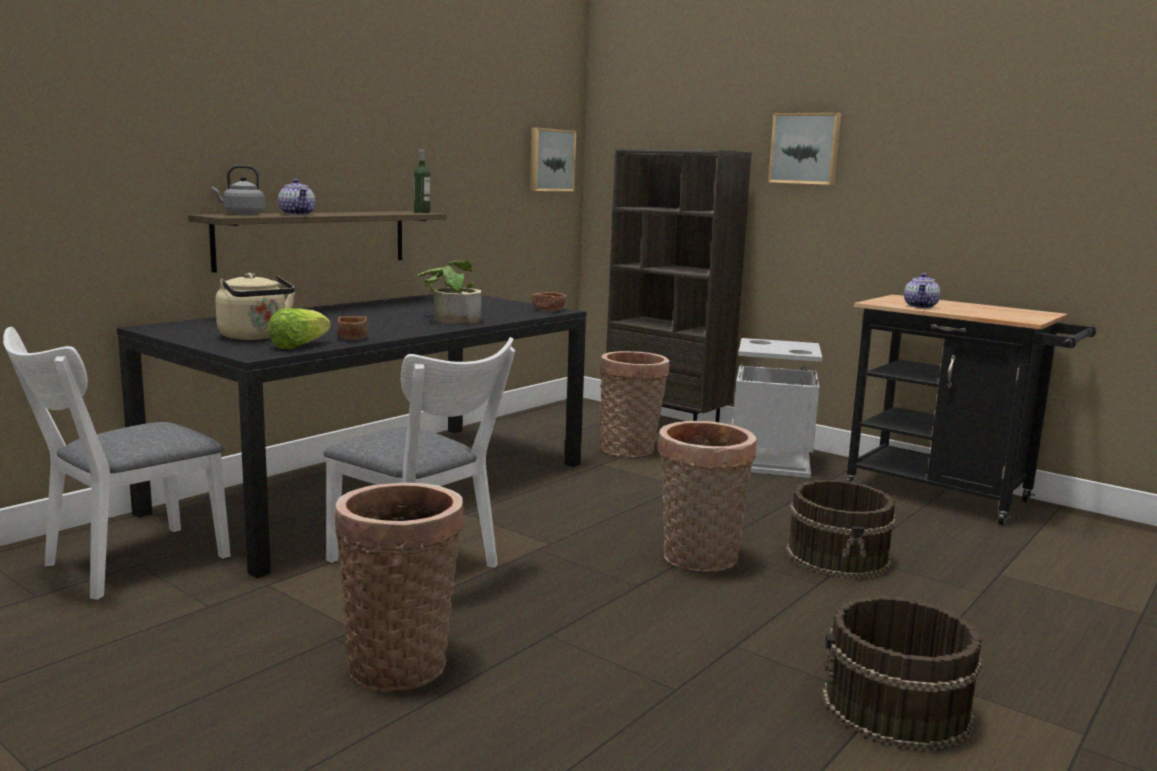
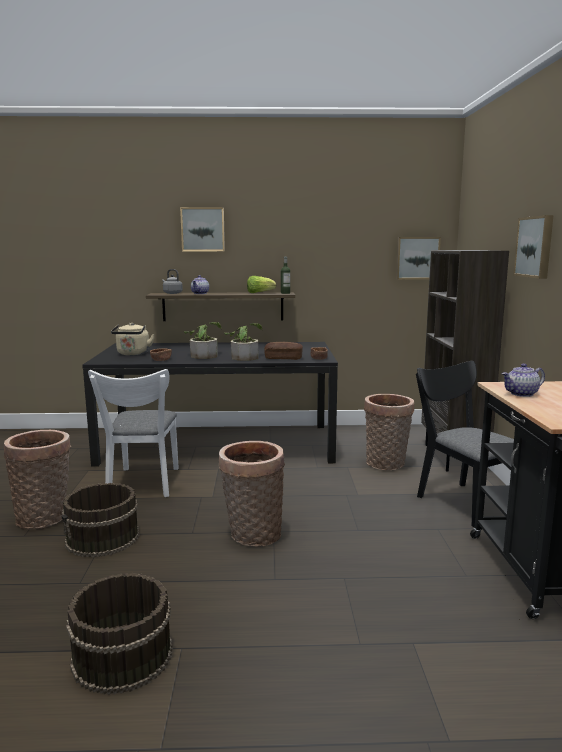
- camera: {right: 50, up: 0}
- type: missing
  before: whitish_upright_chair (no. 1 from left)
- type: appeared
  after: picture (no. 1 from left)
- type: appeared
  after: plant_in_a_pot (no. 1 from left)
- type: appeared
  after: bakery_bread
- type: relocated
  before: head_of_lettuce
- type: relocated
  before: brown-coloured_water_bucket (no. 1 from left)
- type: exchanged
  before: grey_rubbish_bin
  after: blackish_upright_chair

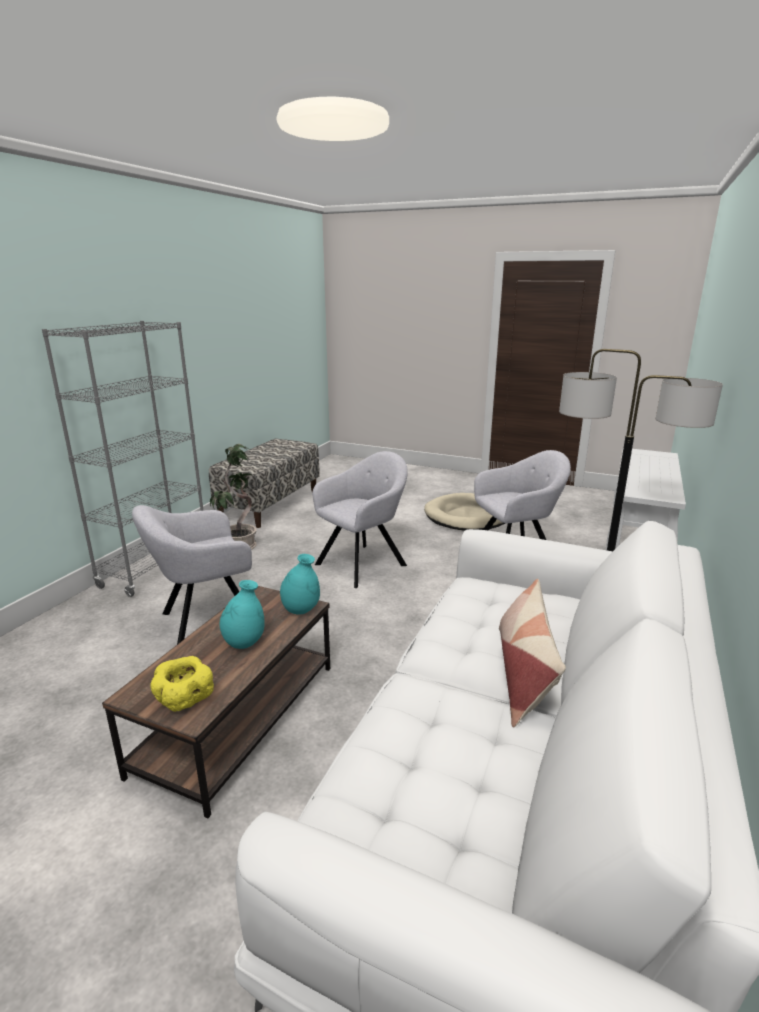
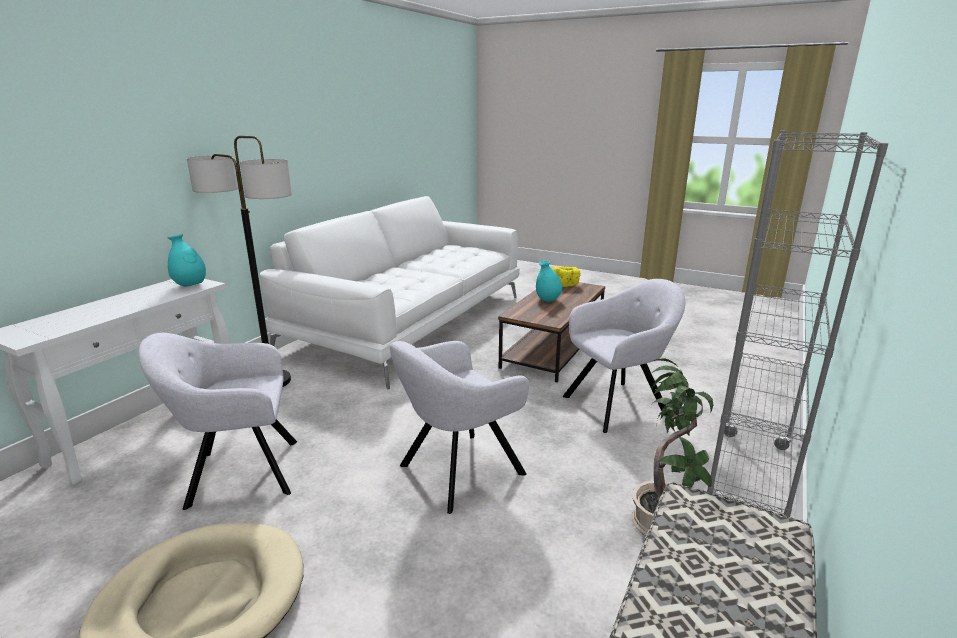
- camera: {right: -175, up: 0}
- type: missing
  before: cushion
- type: relocated
  before: turquoise_vase (no. 2 from left in the first image)
  after: turquoise_vase (no. 1 from left)

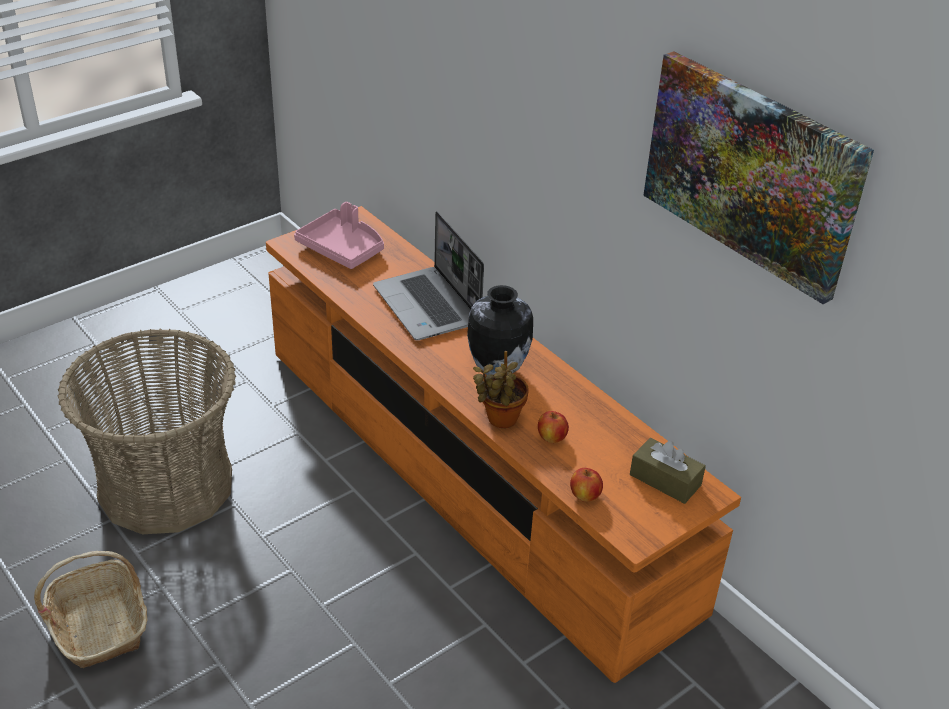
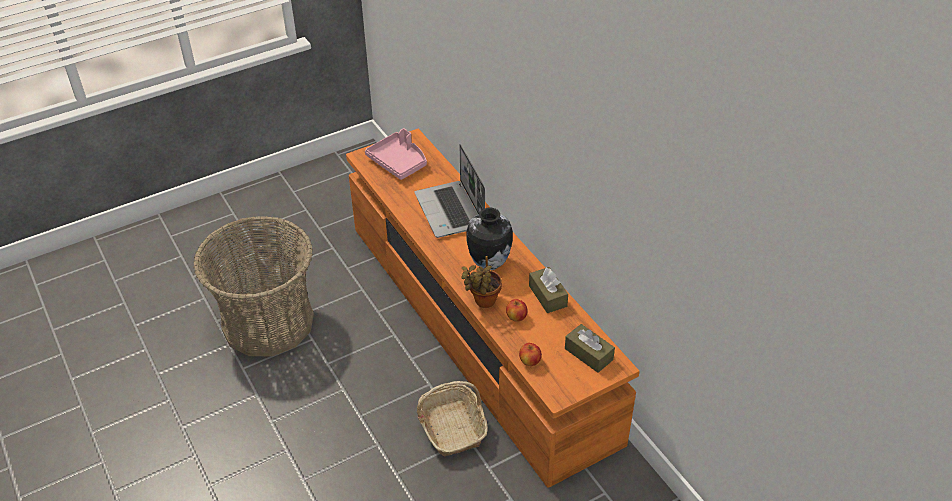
- camera: {right: 10, up: 5}
- type: missing
  before: picture
- type: appeared
  after: brown-coloured_tissue_box (no. 1 from left)
- type: relocated
  before: household_basket (no. 1 from left in the first image)
  after: household_basket (no. 2 from left)

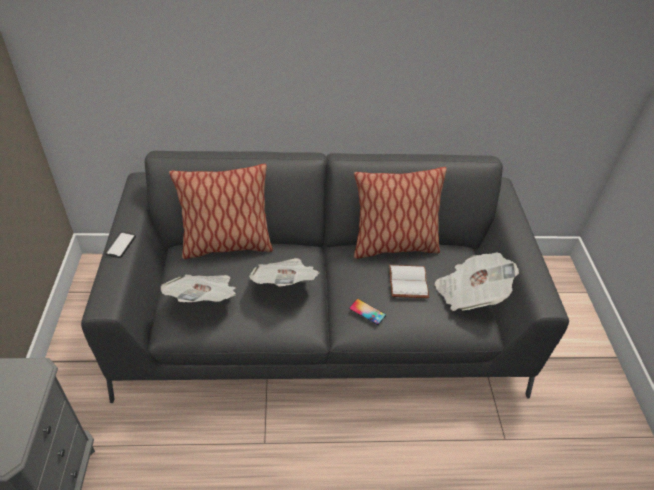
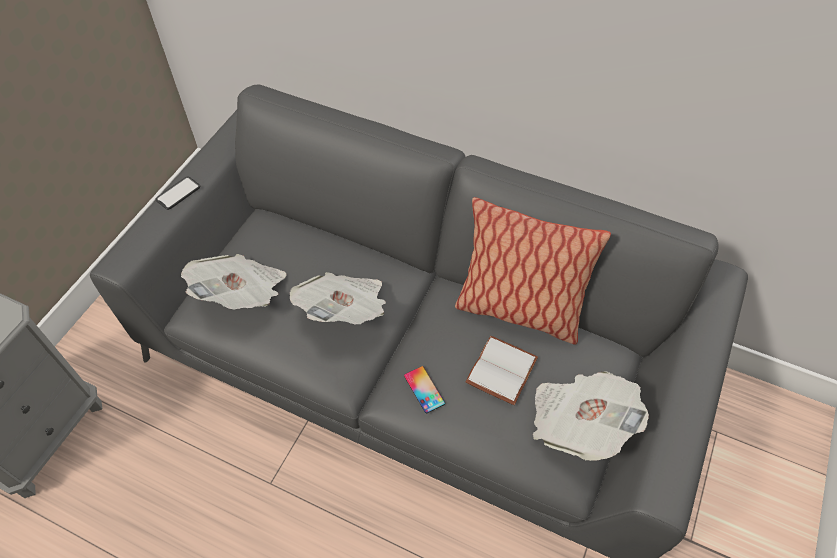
- camera: {right: 30, up: 10}
- type: missing
  before: cushion (no. 1 from left)

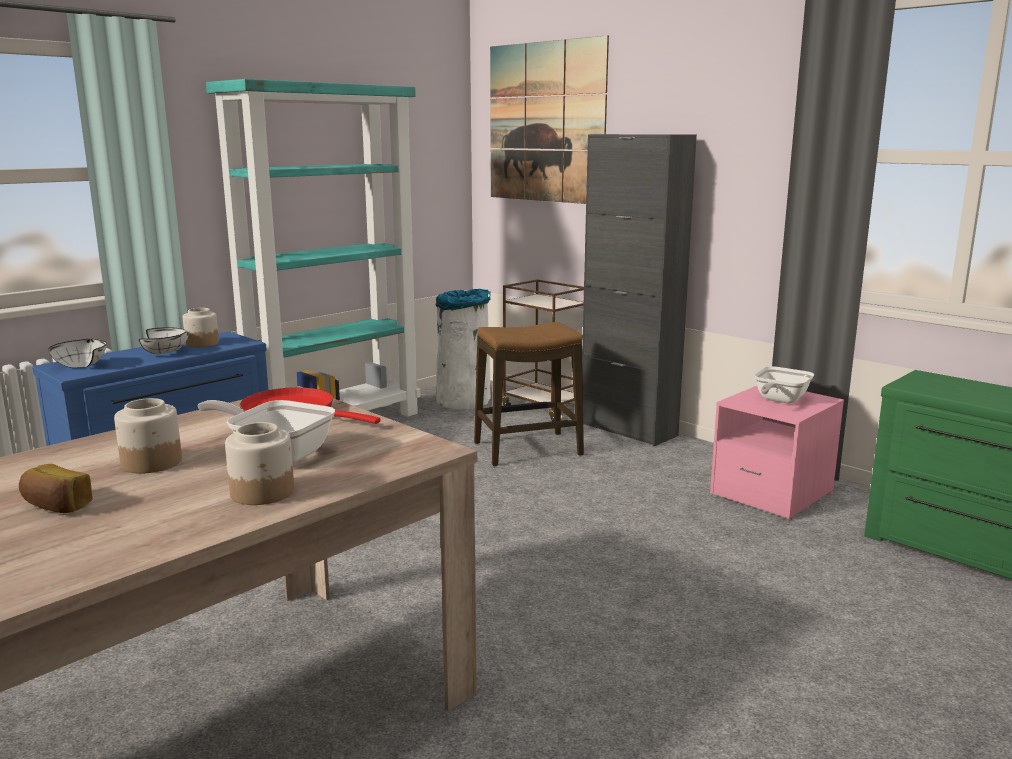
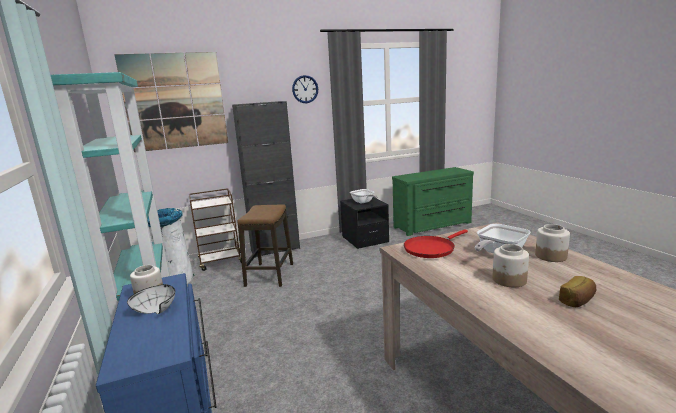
- camera: {right: -65, up: 0}
- type: missing
  before: whitish_deep_dish (no. 1 from left)
- type: appeared
  after: clock_on_the_wall
- type: colour
  before: pink_night_table
  after: blackish_night_table

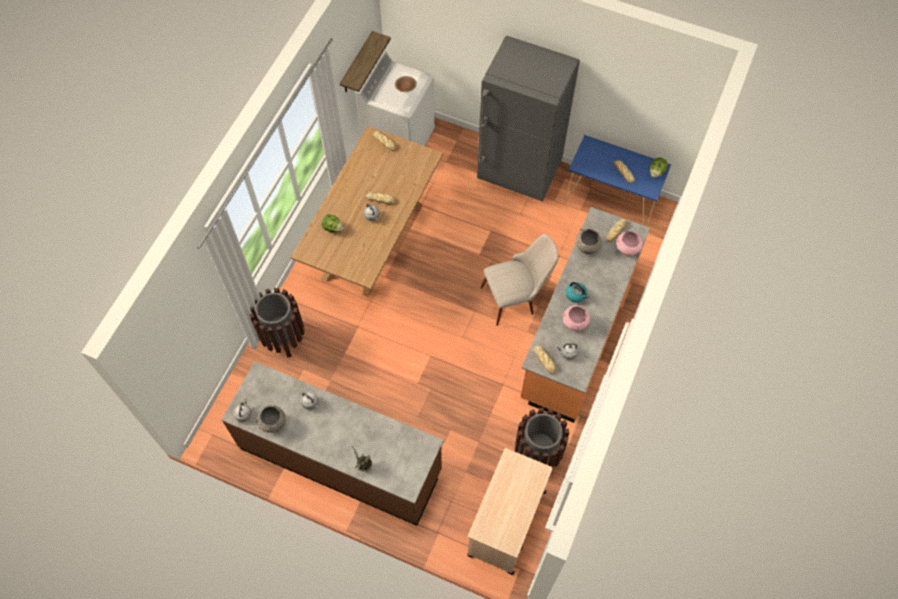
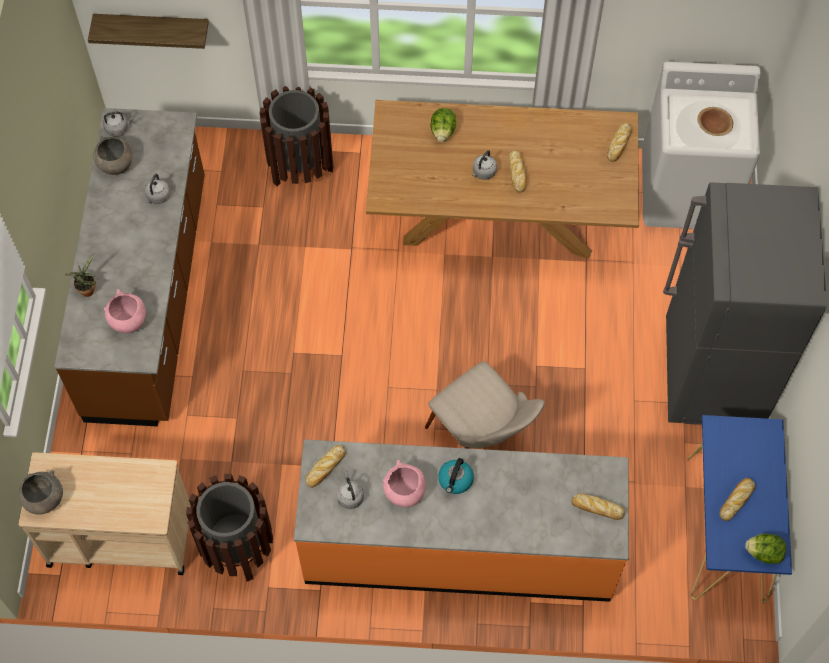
- camera: {right: 70, up: 0}
- type: relocated
  before: shelf
- type: relocated
  before: grey_deep_dish (no. 2 from left in the first image)
  after: grey_deep_dish (no. 1 from left)
- type: relocated
  before: pink_deep_dish (no. 2 from left in the first image)
  after: pink_deep_dish (no. 1 from left)

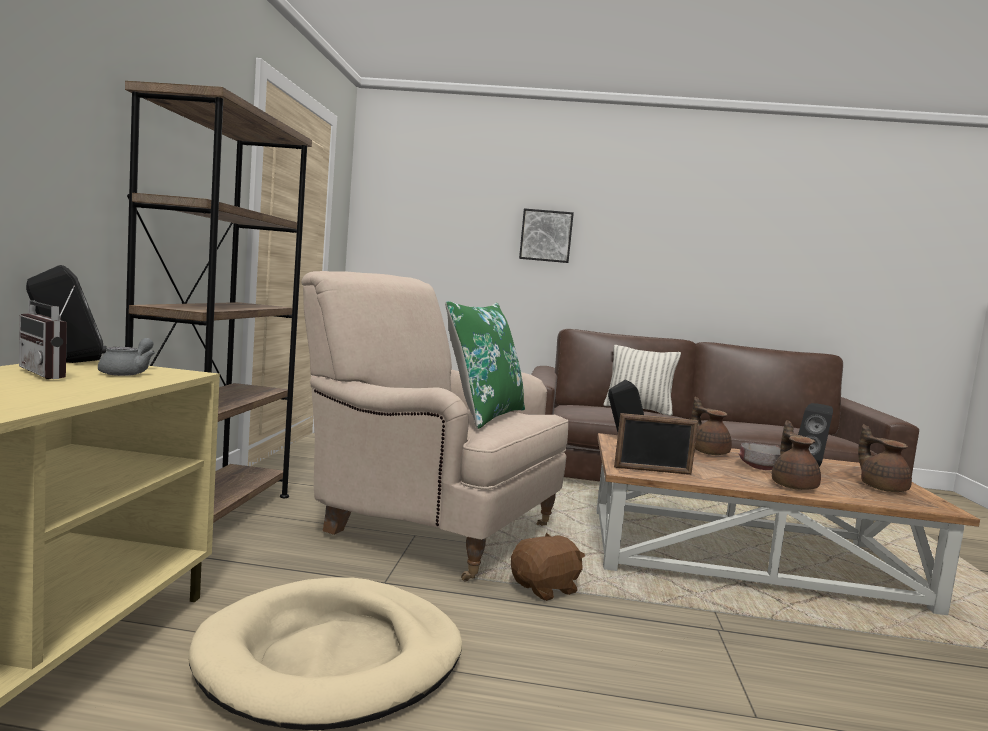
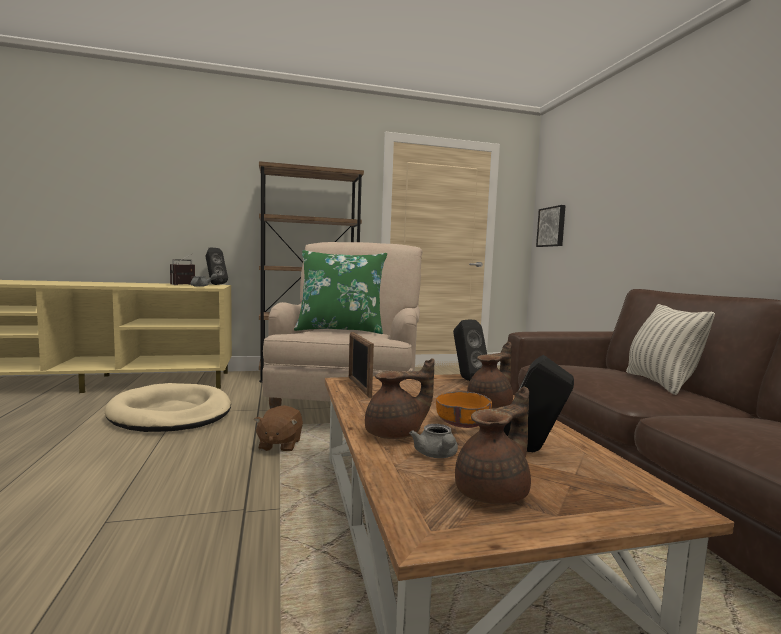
- camera: {right: 70, up: 0}
- type: appeared
  after: grey_teapot (no. 2 from left)
- type: relocated
  before: picture
- type: colour
  before: grey_deep_dish
  after: orangey_deep_dish
- type: spun
  before: brown-coloured_plush_toy
  turn: 60

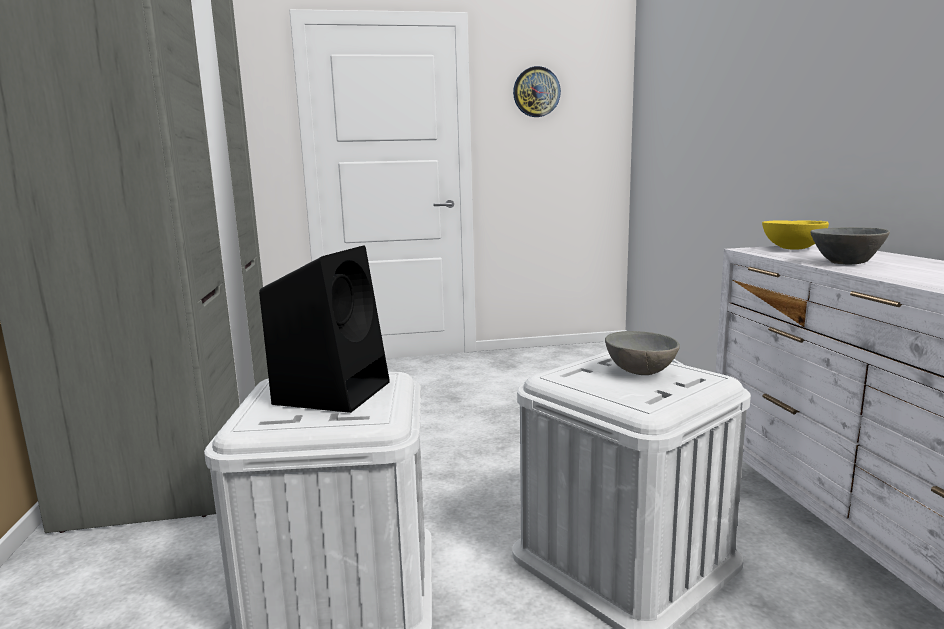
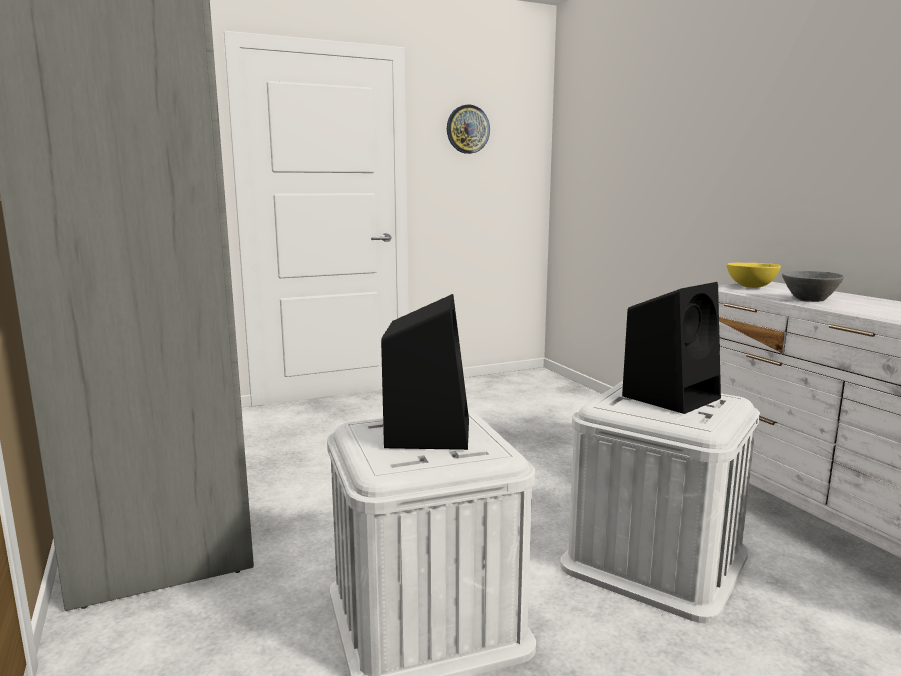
- camera: {right: -15, up: 0}
- type: exchanged
  before: grey_deep_dish (no. 1 from left)
  after: blackish_audio_speaker (no. 2 from left)

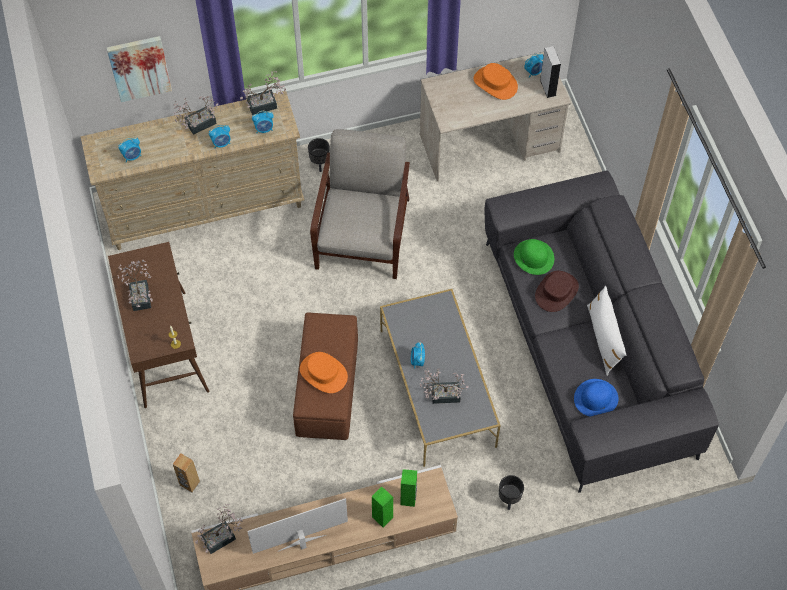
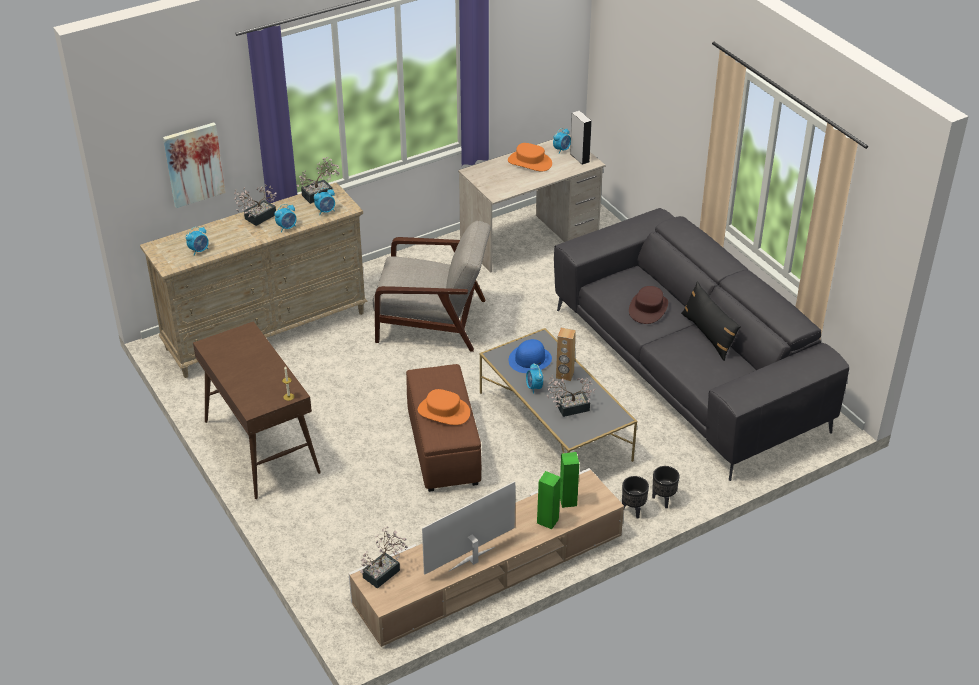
- camera: {right: -15, up: -20}
- type: missing
  before: plant_in_a_pot (no. 1 from left)
- type: missing
  before: greenish_hat
- type: relocated
  before: brown-coloured_audio_speaker
- type: relocated
  before: blackish_plant_pot (no. 1 from left)
- type: relocated
  before: blue-coloured_hat
- type: colour
  before: whitish_cushion
  after: blackish_cushion
- type: spun
  before: grey_armchair
  turn: 105

